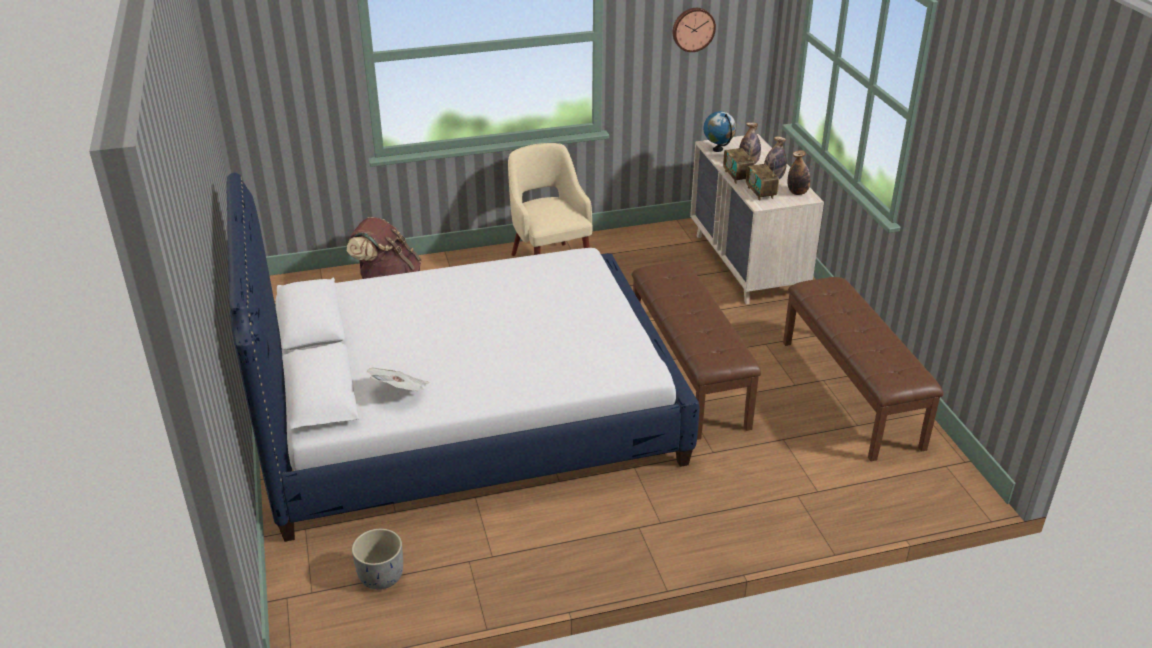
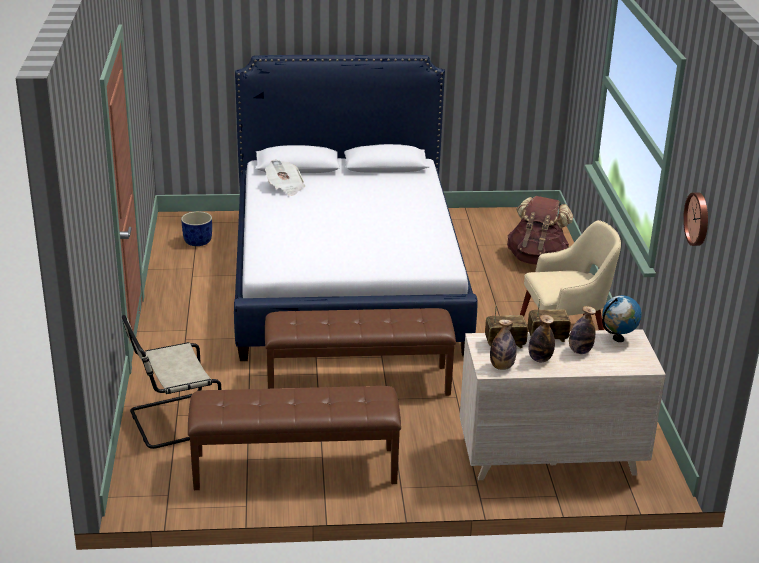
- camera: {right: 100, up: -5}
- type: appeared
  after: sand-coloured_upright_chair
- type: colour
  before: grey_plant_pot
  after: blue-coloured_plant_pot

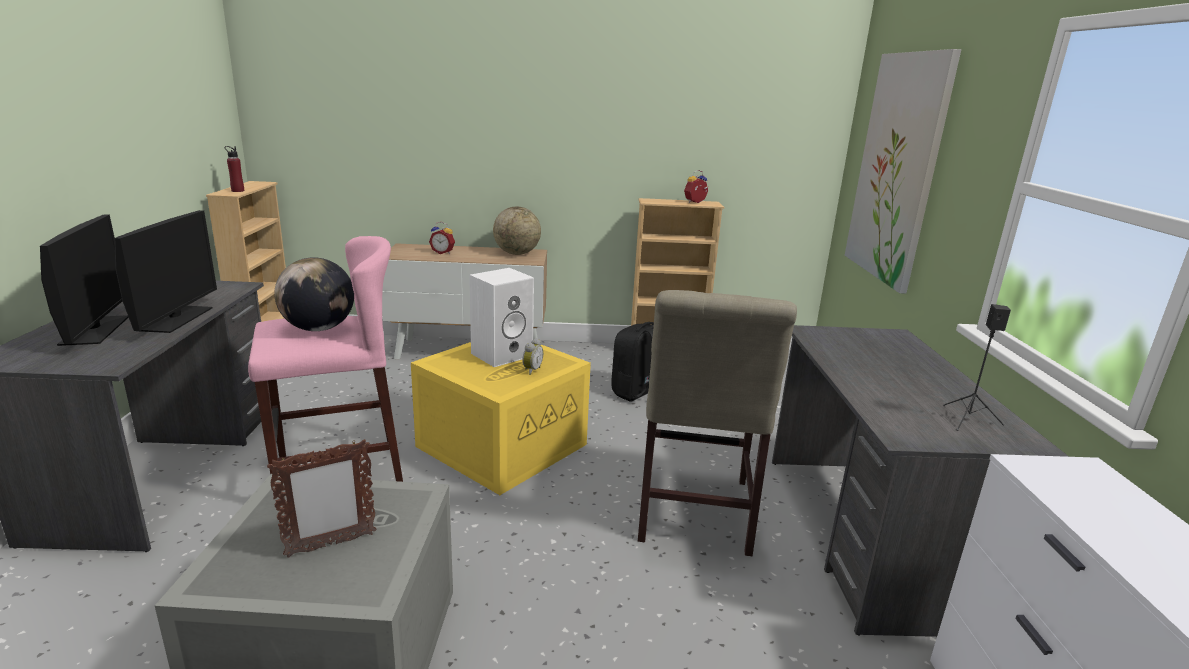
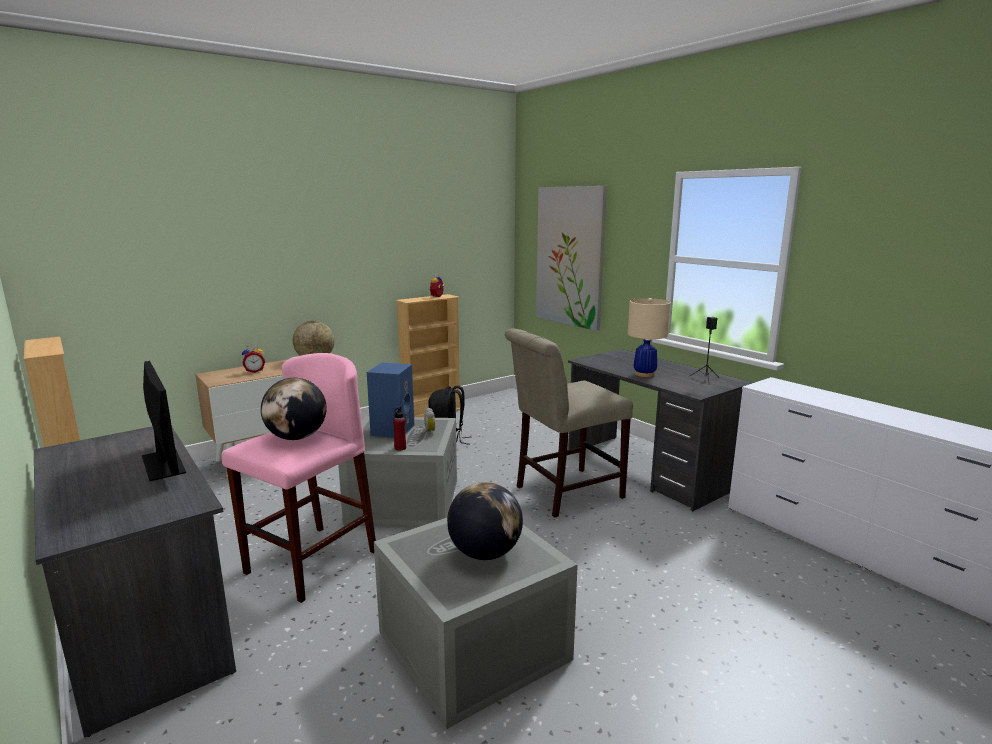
- camera: {right: -35, up: -5}
- type: missing
  before: monitor (no. 1 from left)
- type: appeared
  after: sand-coloured_table_lamp
- type: relocated
  before: red_beverage_bottle
- type: exchanged
  before: photo_frame
  after: desk_globe (no. 3 from left)
- type: colour
  before: yellow-coloured_storage_box
  after: grey_storage_box (no. 1 from left)
- type: colour
  before: whitish_audio_speaker
  after: blue-coloured_audio_speaker
- type: spun
  before: sand-coloured_upright_chair
  turn: 90

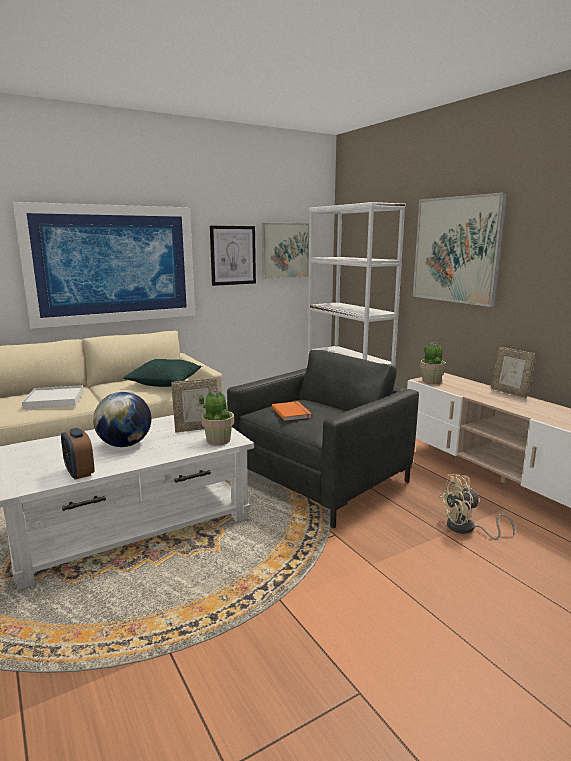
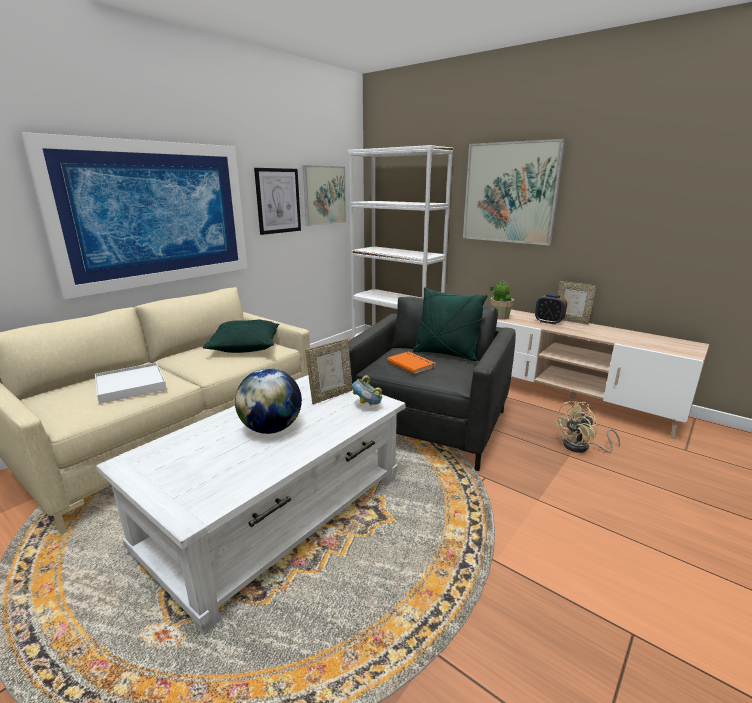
- camera: {right: -20, up: 5}
- type: appeared
  after: greenish_cushion (no. 2 from left)
- type: relocated
  before: bedside_clock
- type: exchanged
  before: plant_in_a_pot (no. 1 from left)
  after: deep_dish

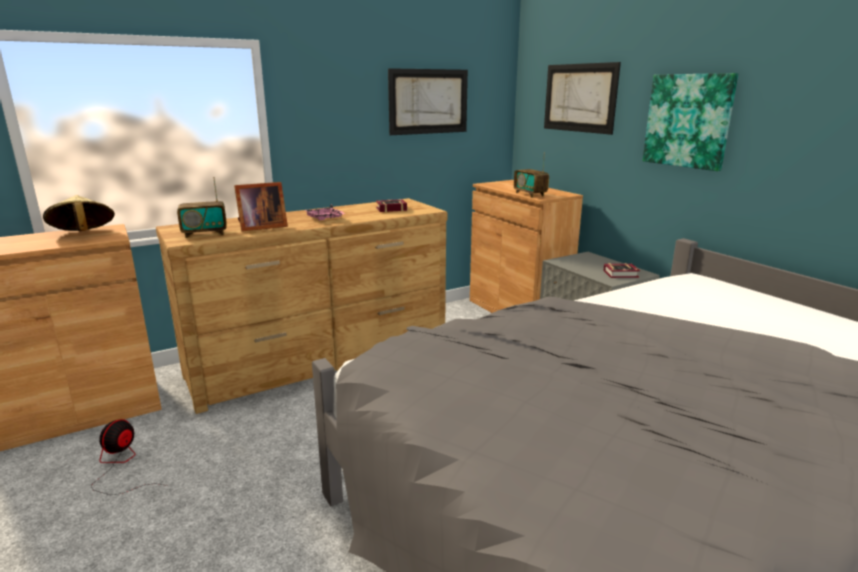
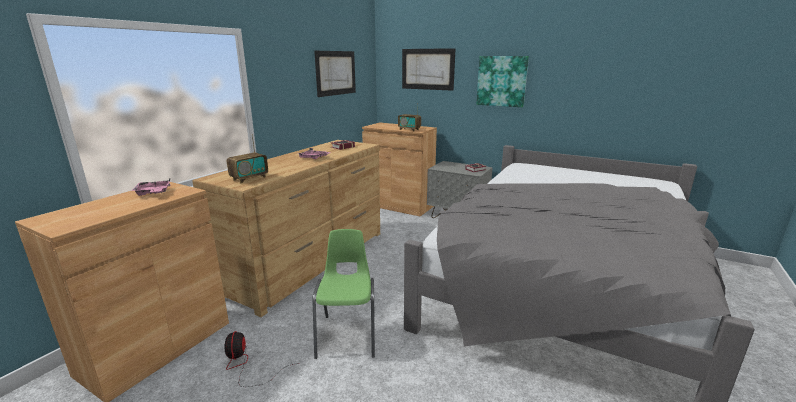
- camera: {right: -30, up: 0}
- type: missing
  before: photo_frame
- type: appeared
  after: greenish_upright_chair
- type: exchanged
  before: sand-coloured_hat
  after: pink_serving_tray (no. 1 from left)

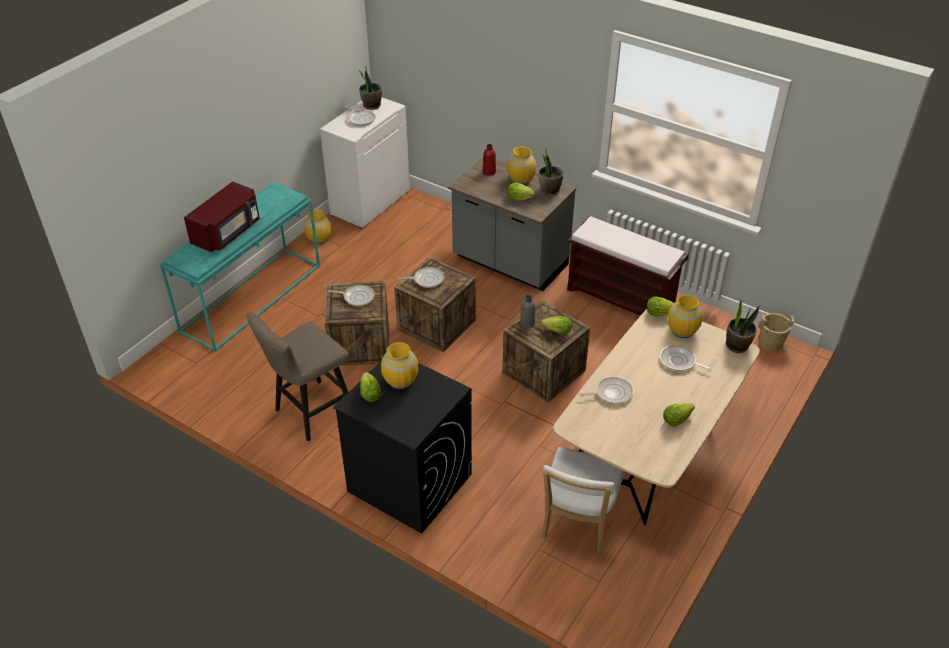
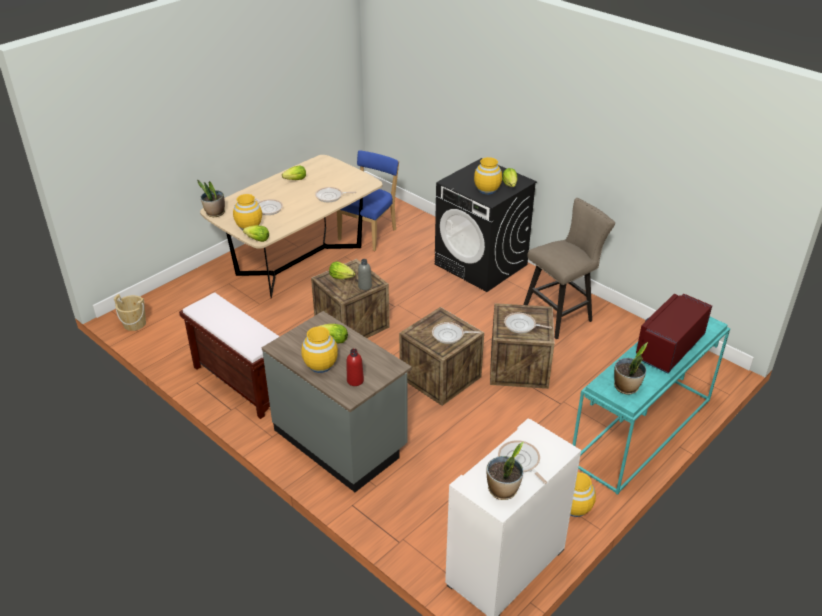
- camera: {right: -170, up: -5}
- type: relocated
  before: plant_in_a_pot (no. 2 from left in the first image)
  after: plant_in_a_pot (no. 3 from left)
- type: colour
  before: whitish_upright_chair
  after: blue-coloured_upright_chair

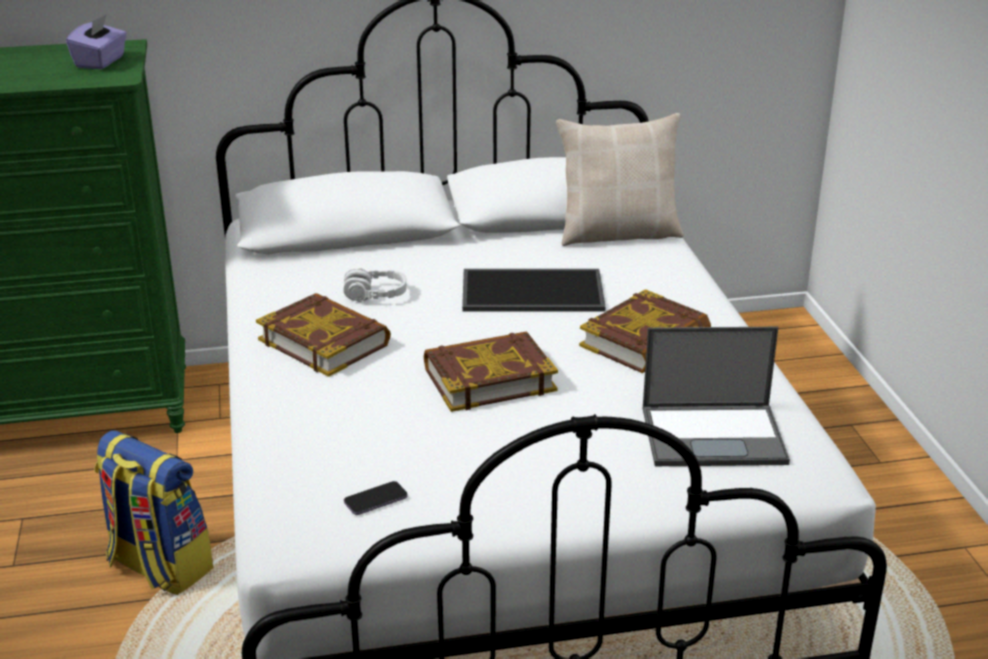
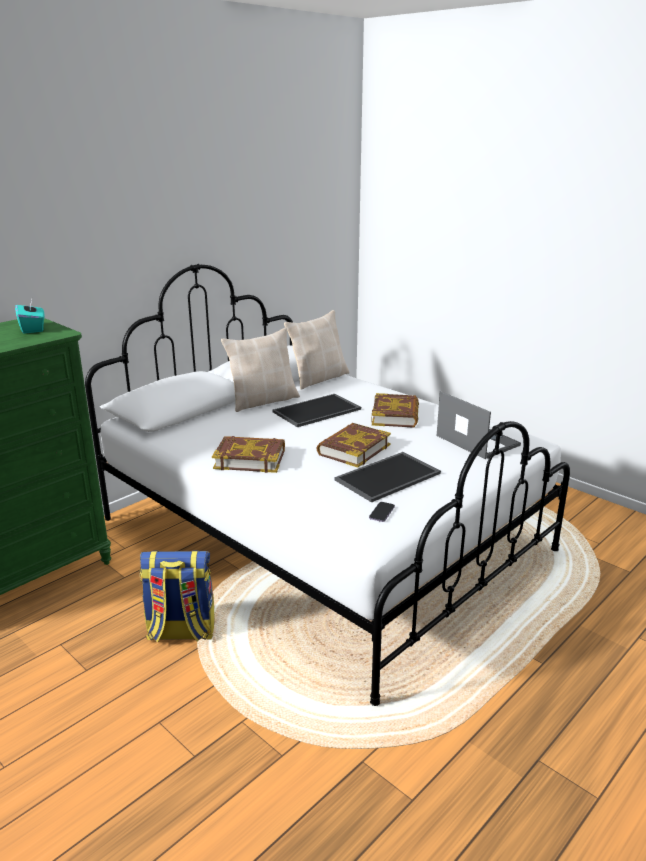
- camera: {right: -35, up: -5}
- type: missing
  before: grey_headphones
- type: appeared
  after: sand-coloured_cushion (no. 1 from left)
- type: appeared
  after: serving_tray (no. 2 from left)
- type: colour
  before: purplish_tissue_box
  after: turquoise_tissue_box
- type: spun
  before: portable_computer
  turn: -90

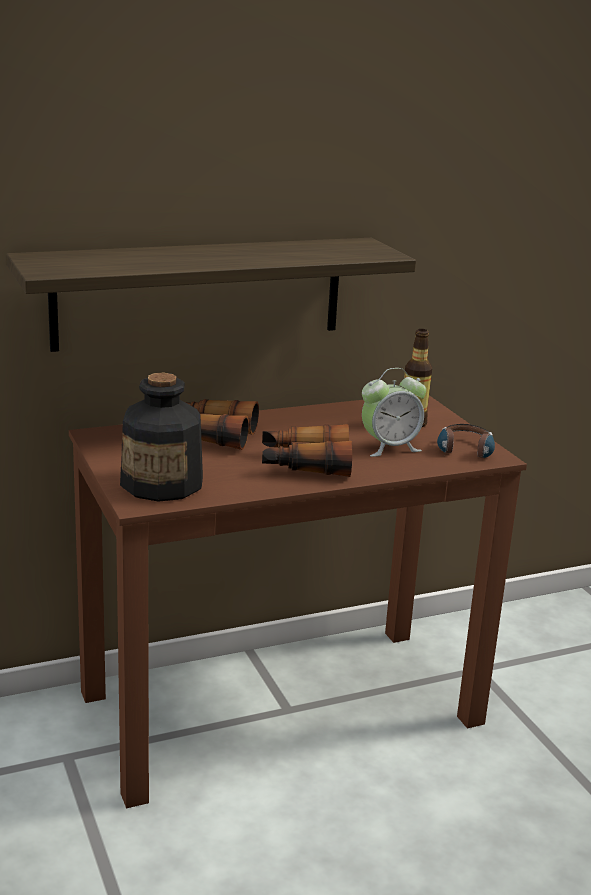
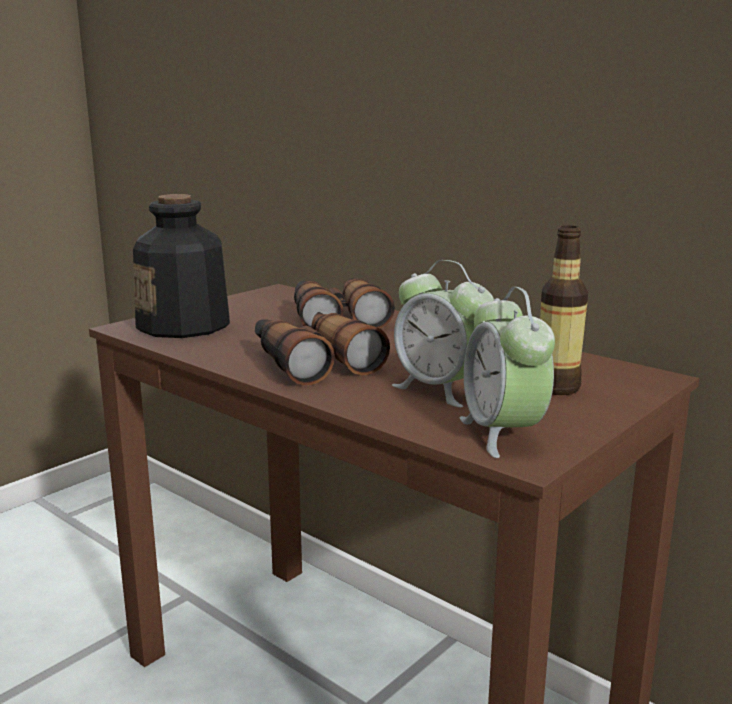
- camera: {right: 65, up: -5}
- type: missing
  before: shelf
- type: exchanged
  before: headphones
  after: bedside_clock (no. 2 from left)

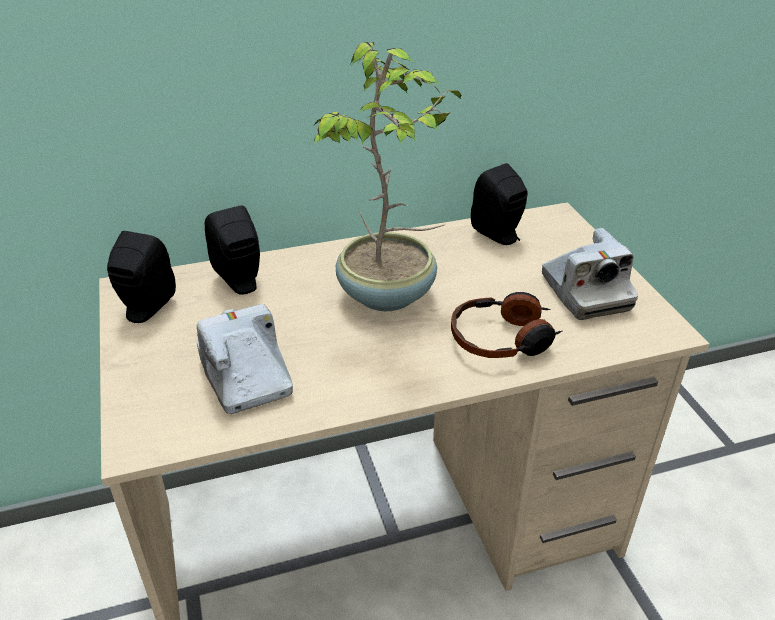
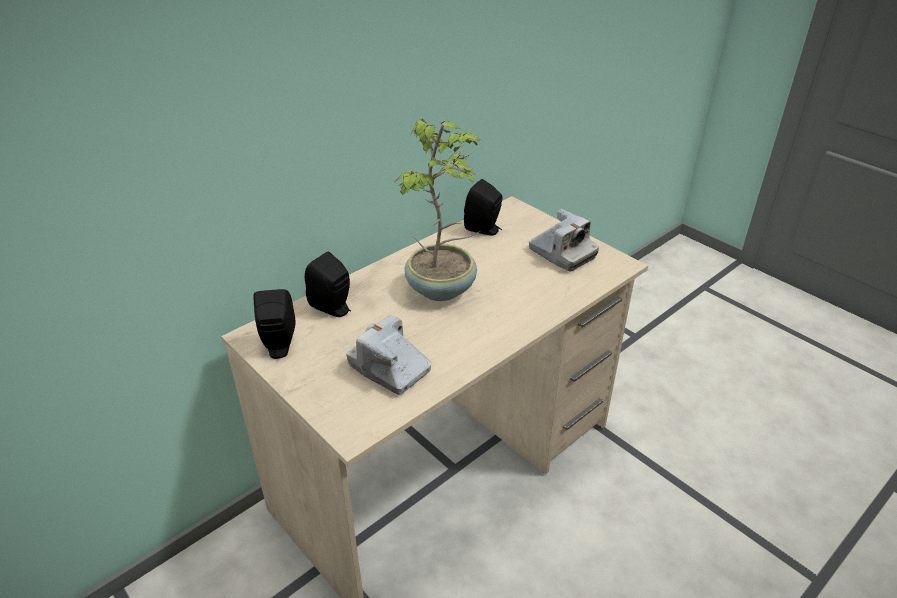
- camera: {right: -25, up: 0}
- type: missing
  before: headphones

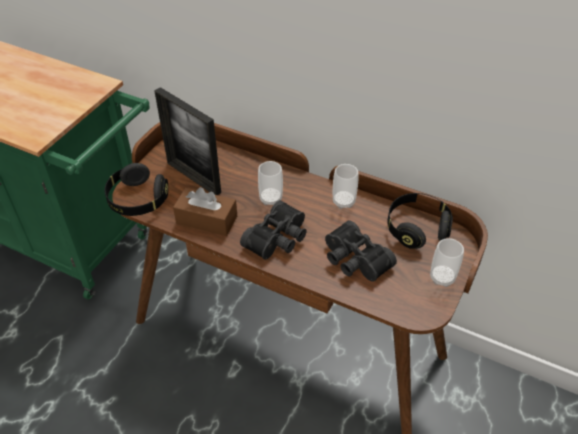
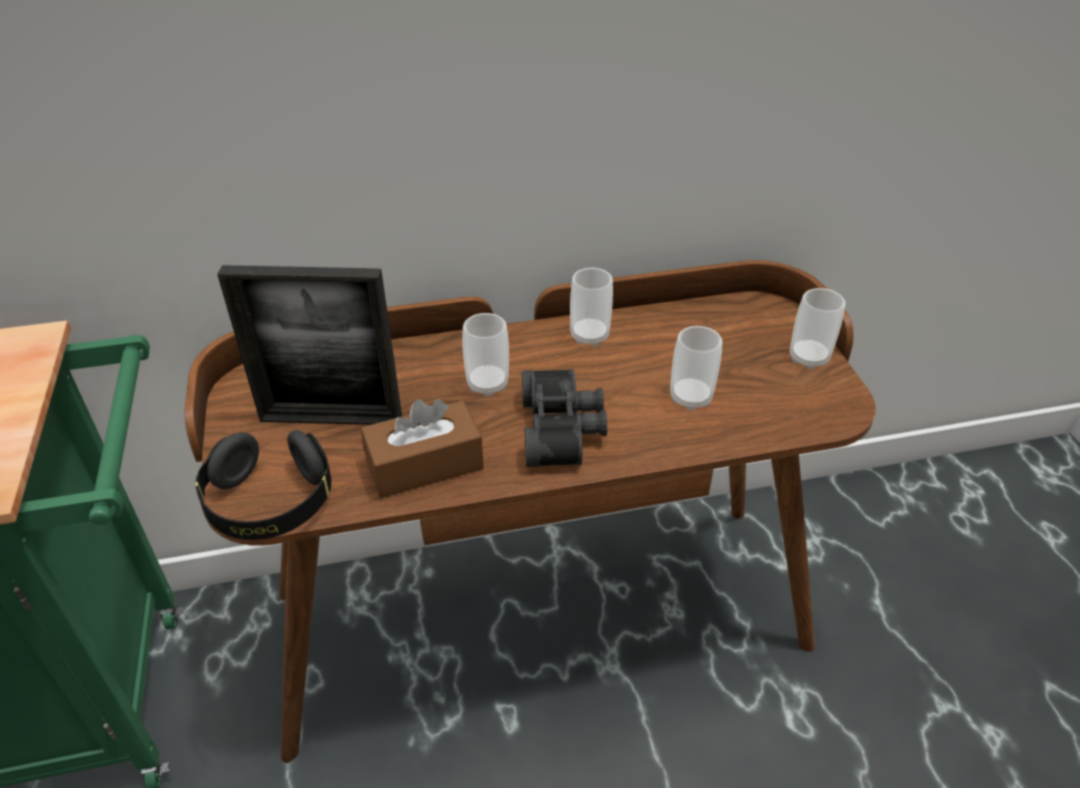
- camera: {right: -40, up: -5}
- type: missing
  before: blackish_headphones (no. 2 from left)
- type: exchanged
  before: blackish_field_glasses (no. 2 from left)
  after: cup (no. 3 from left)

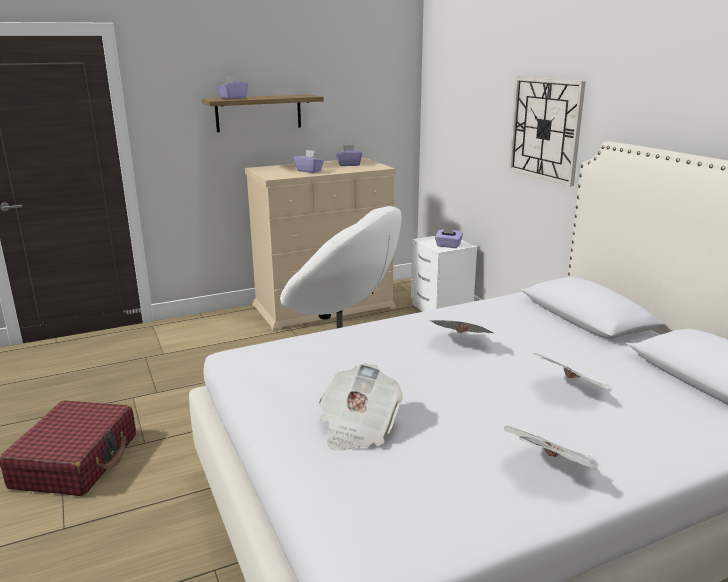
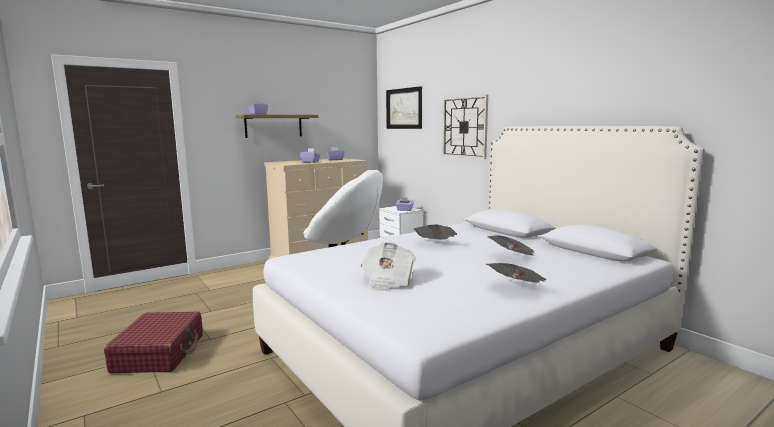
- camera: {right: -10, up: -10}
- type: appeared
  after: picture

